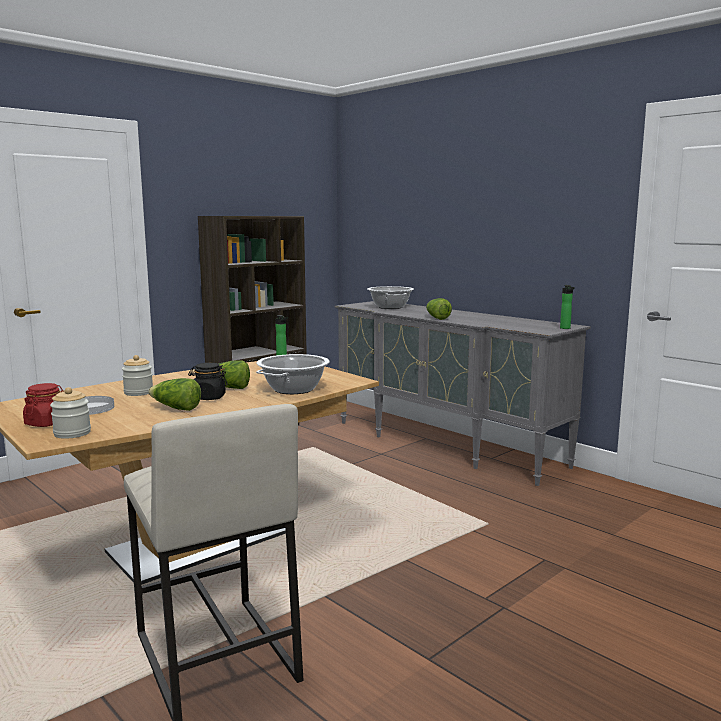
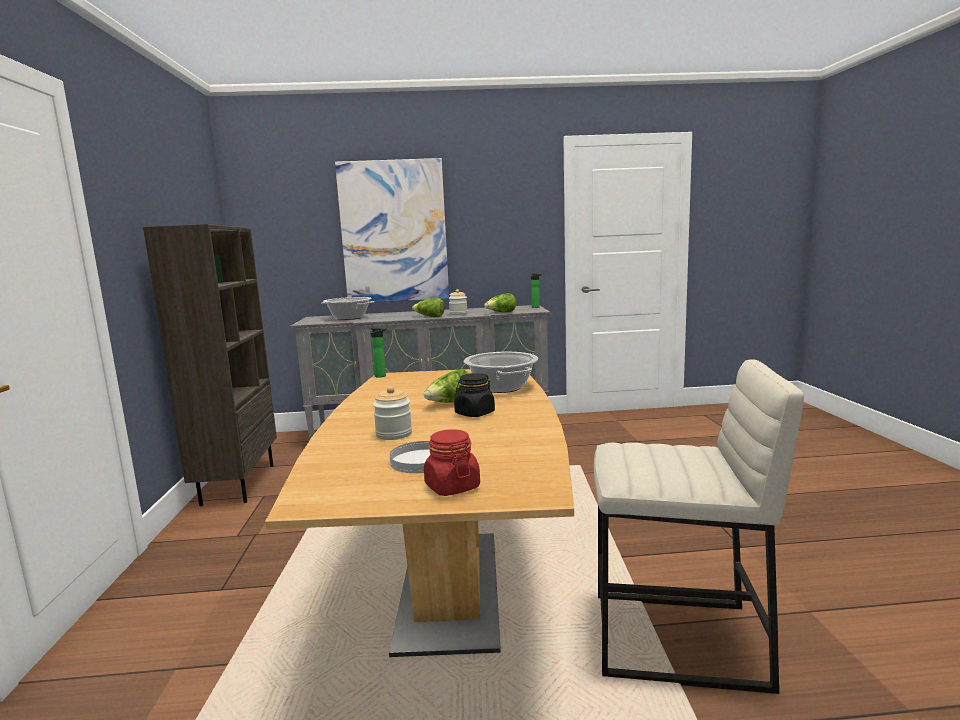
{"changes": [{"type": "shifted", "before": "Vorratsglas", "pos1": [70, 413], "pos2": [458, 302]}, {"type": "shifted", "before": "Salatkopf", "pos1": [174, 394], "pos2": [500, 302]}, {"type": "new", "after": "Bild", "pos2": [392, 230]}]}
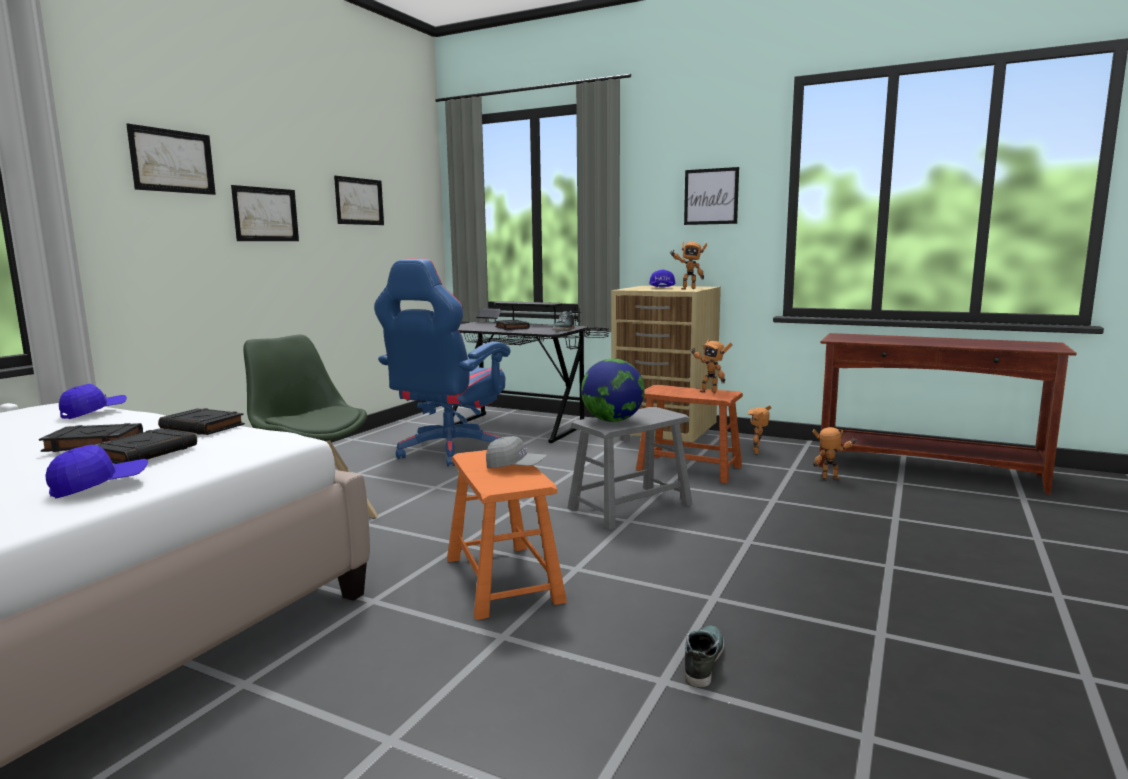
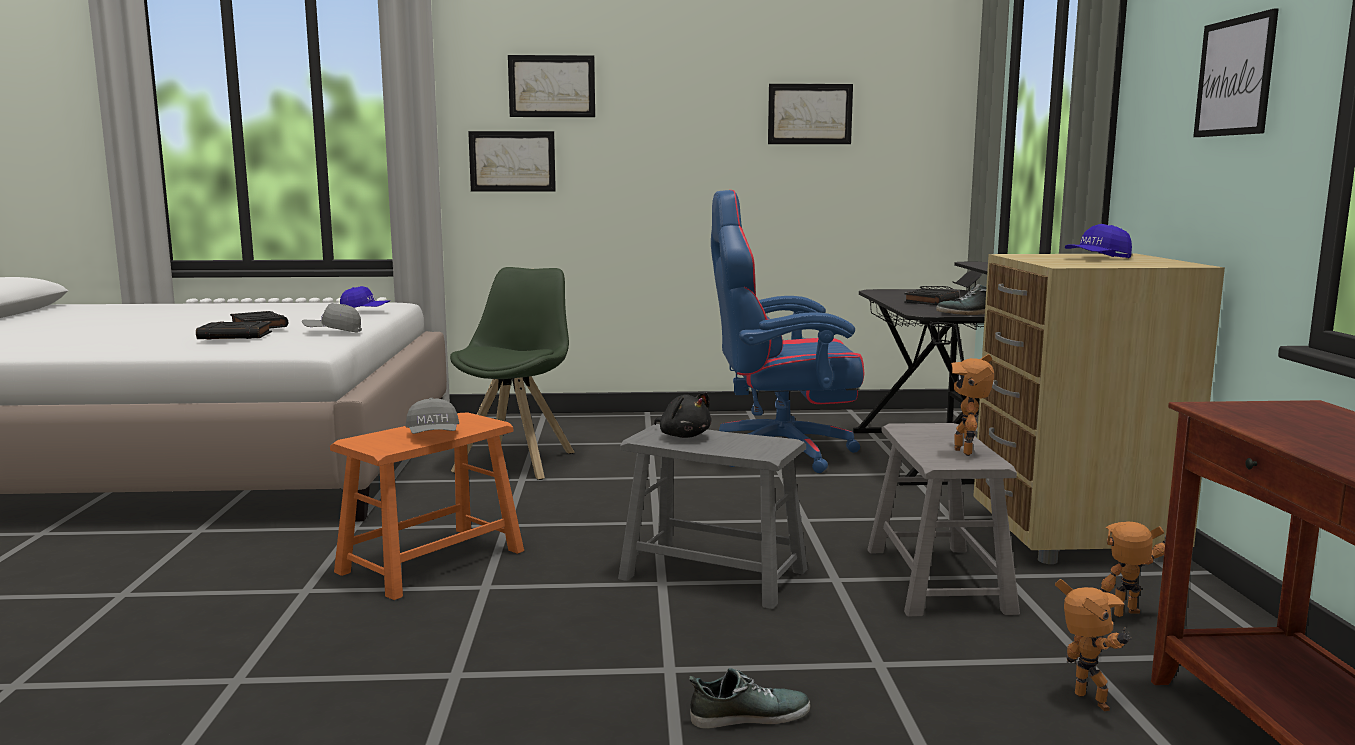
{"changes": [{"type": "gone", "before": "Kappe [blau]", "pos1": [96, 471]}, {"type": "swapped", "before": "Buch [schwarz]", "after": "Kappe [grau]", "pos1": [201, 421], "pos2": [332, 318]}, {"type": "shifted", "before": "Bild", "pos1": [265, 213], "pos2": [512, 161]}, {"type": "swapped", "before": "Globus", "after": "Plüschtier [schwarz]", "pos1": [613, 390], "pos2": [682, 415]}, {"type": "repainted", "before": "Hocker [braun]", "after": "Hocker [grau]", "pos1": [689, 434], "pos2": [943, 520]}, {"type": "gone", "before": "Spielzeugroboter", "pos1": [688, 265]}, {"type": "shifted", "before": "Schuh", "pos1": [704, 656], "pos2": [750, 698]}]}
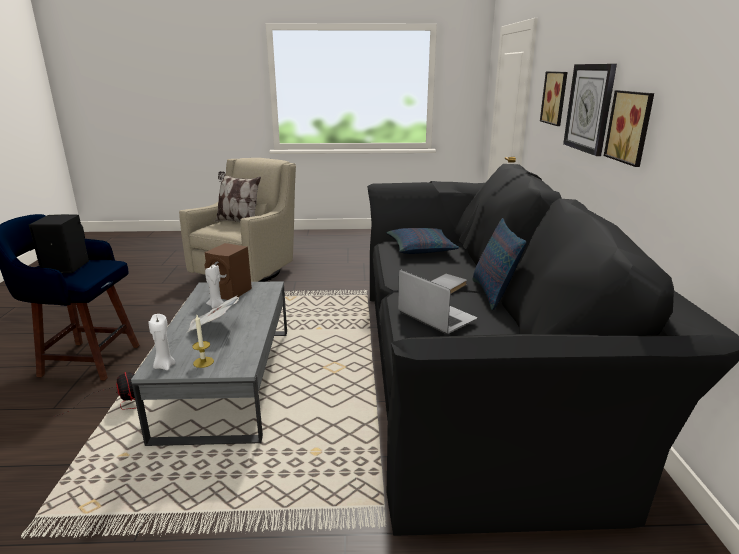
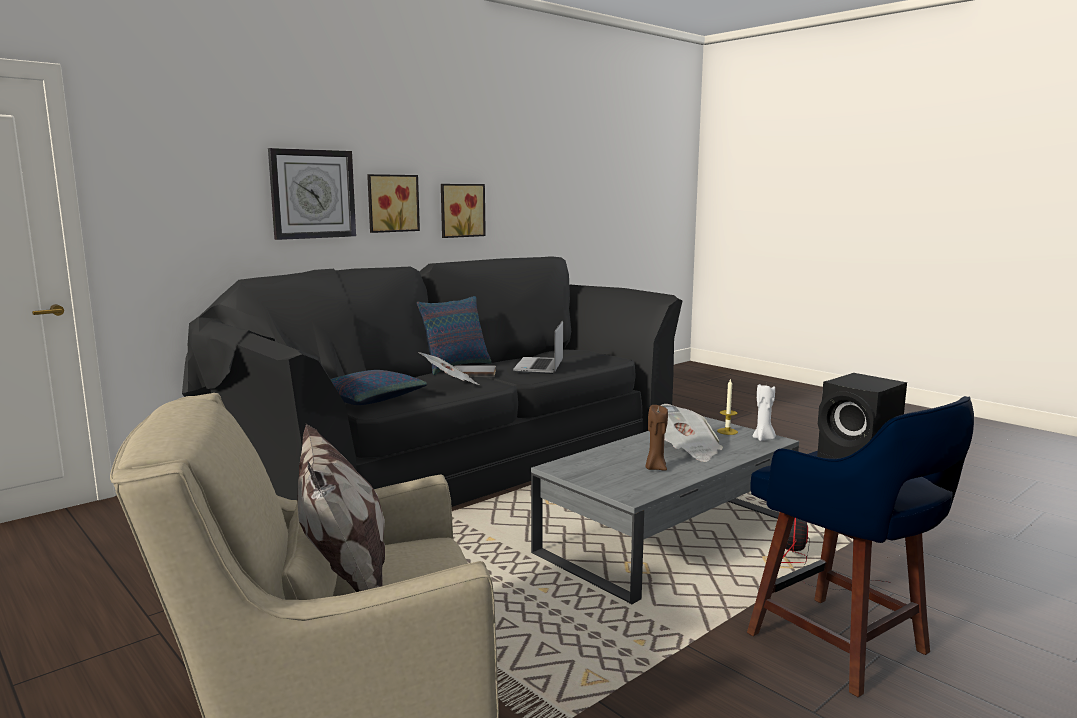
{"changes": [{"type": "gone", "before": "Lautsprecher [braun]", "pos1": [228, 271]}, {"type": "repainted", "before": "Kerze [weiß]", "after": "Kerze [braun]", "pos1": [214, 287], "pos2": [656, 437]}, {"type": "shifted", "before": "Bild", "pos1": [554, 98], "pos2": [463, 211]}, {"type": "new", "after": "Zeitung", "pos2": [449, 368]}]}
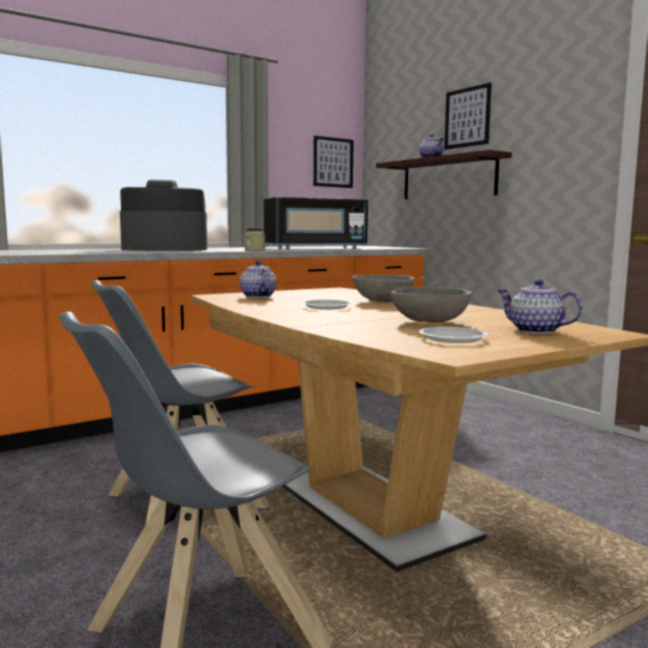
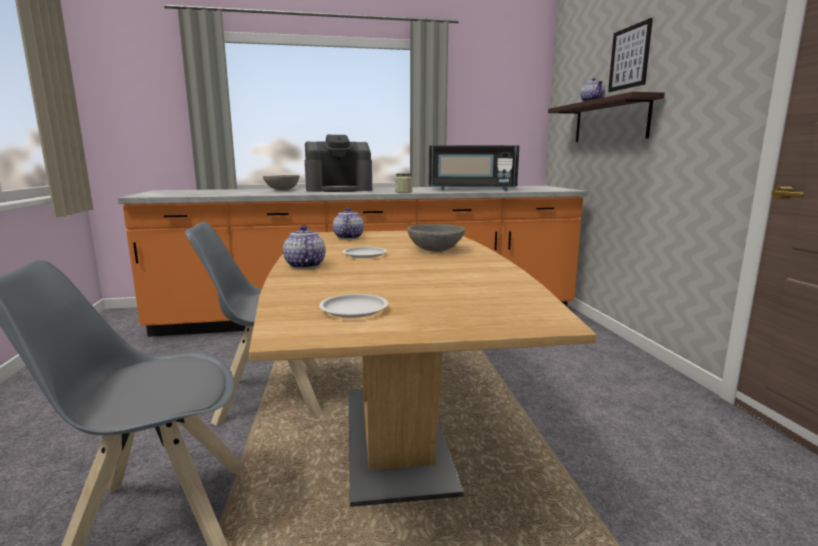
{"changes": [{"type": "rotated", "before": "Kaffeemaschine", "pos1": [163, 215], "pos2": [338, 163], "turn": 150}, {"type": "gone", "before": "Bild", "pos1": [333, 162]}, {"type": "shifted", "before": "Schüssel [grau]", "pos1": [431, 304], "pos2": [281, 182]}, {"type": "shifted", "before": "Teekanne", "pos1": [540, 306], "pos2": [304, 247]}]}
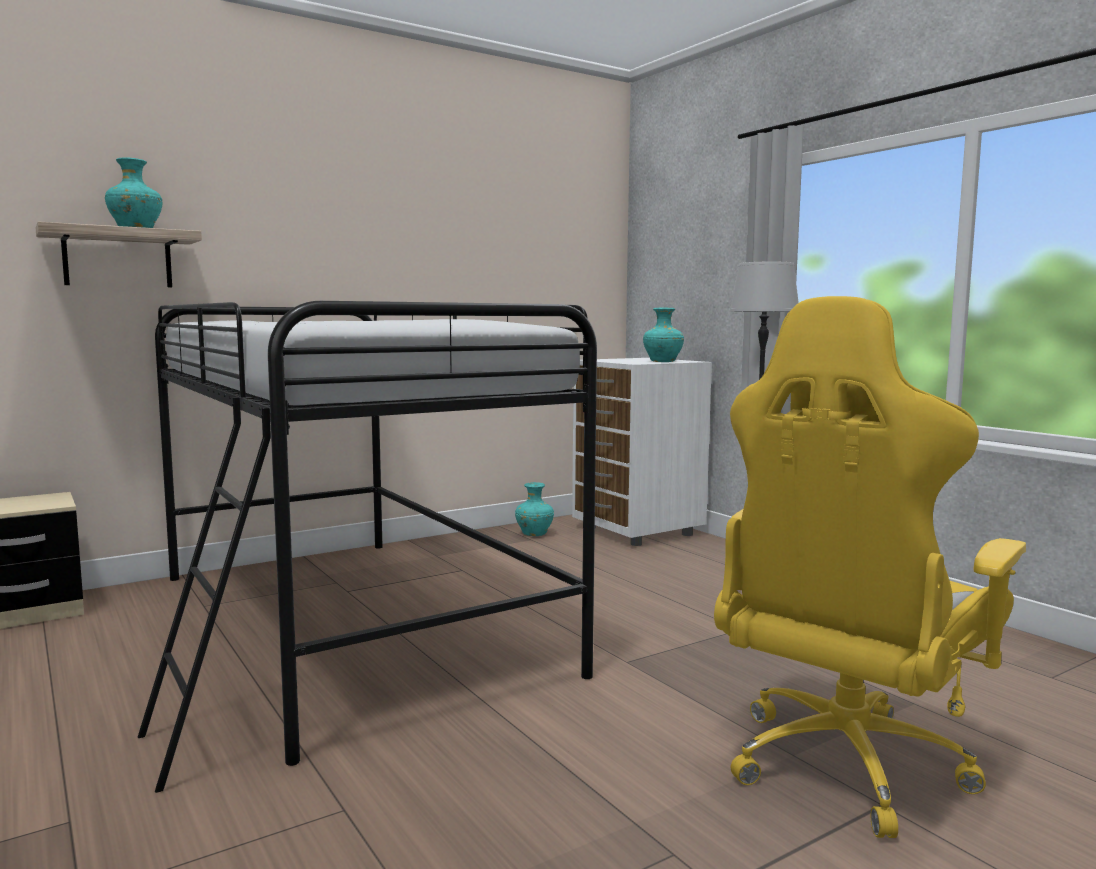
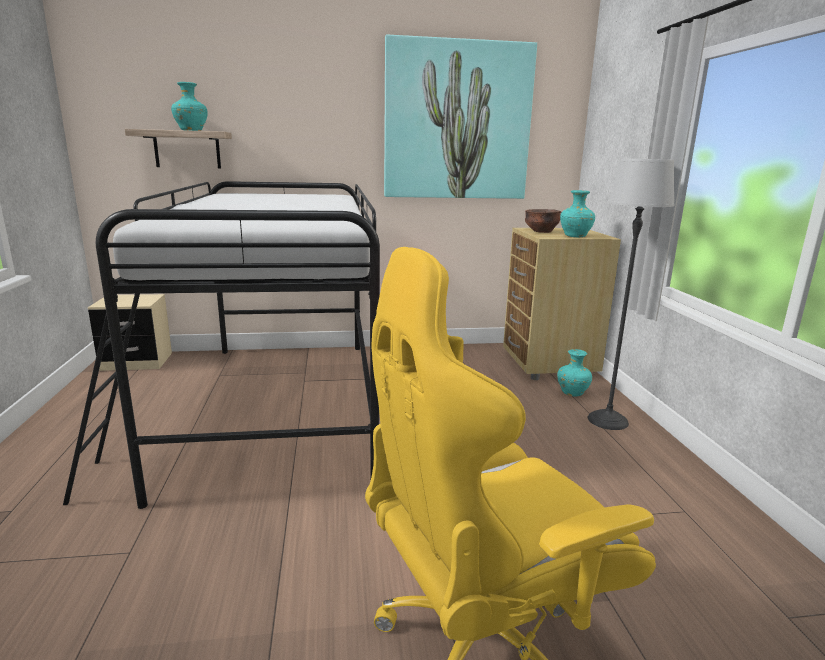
{"changes": [{"type": "shifted", "before": "Vase [türkis]", "pos1": [534, 509], "pos2": [574, 372]}, {"type": "repainted", "before": "Kommode [weiß]", "after": "Kommode [braun]", "pos1": [642, 452], "pos2": [562, 304]}, {"type": "new", "after": "Bild", "pos2": [460, 117]}, {"type": "new", "after": "Schüssel [braun]", "pos2": [543, 221]}]}
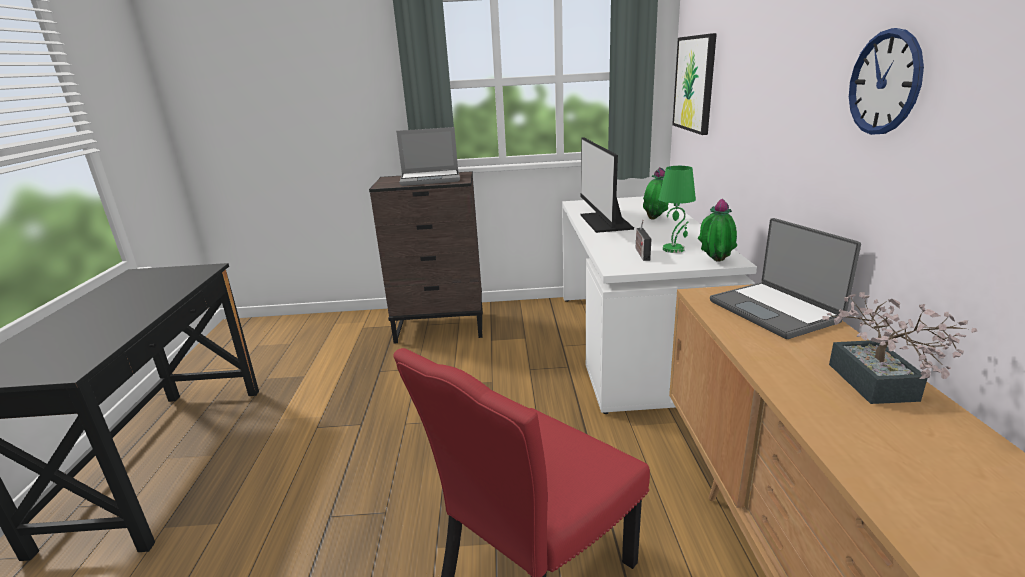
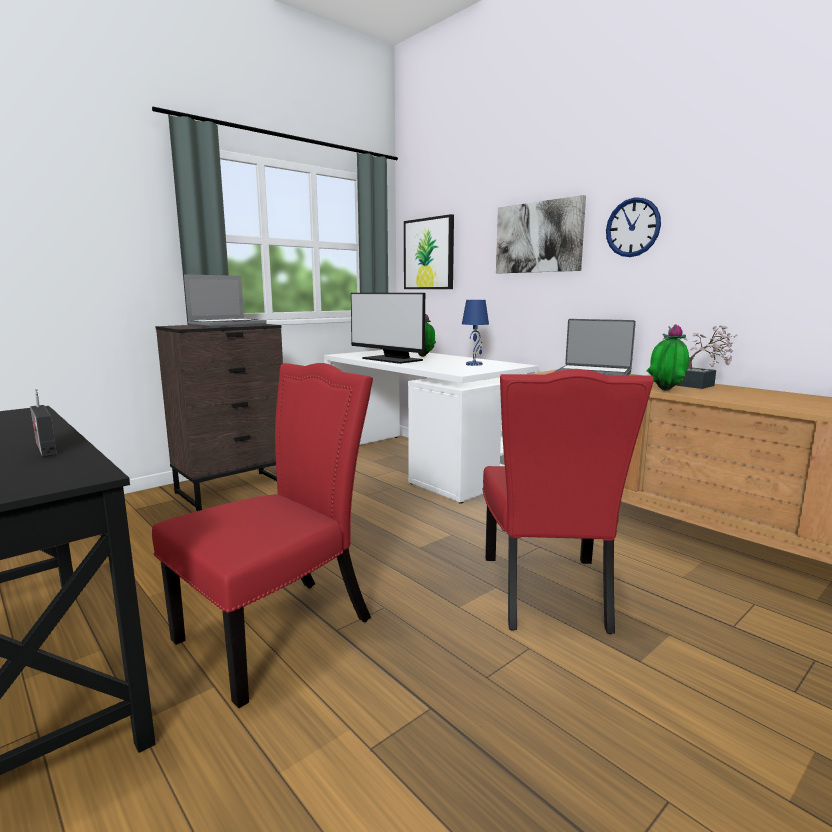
{"changes": [{"type": "shifted", "before": "Radio", "pos1": [643, 240], "pos2": [43, 422]}, {"type": "repainted", "before": "Tischlampe [grün]", "after": "Tischlampe [blau]", "pos1": [677, 209], "pos2": [475, 333]}, {"type": "shifted", "before": "Topfpflanze", "pos1": [717, 230], "pos2": [668, 357]}, {"type": "new", "after": "Stuhl [rot]", "pos2": [262, 535]}, {"type": "new", "after": "Bild", "pos2": [541, 234]}]}
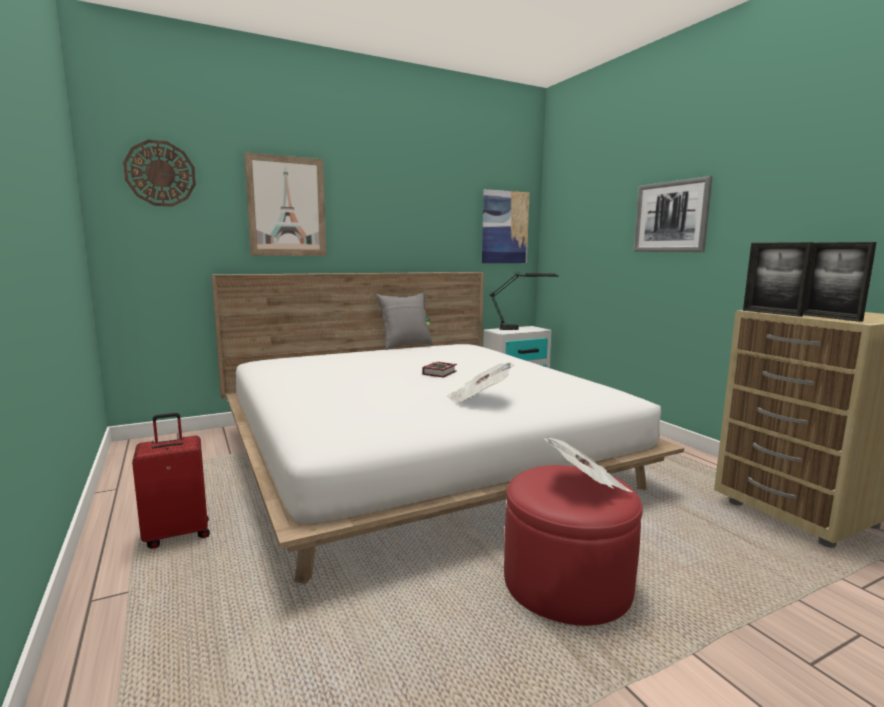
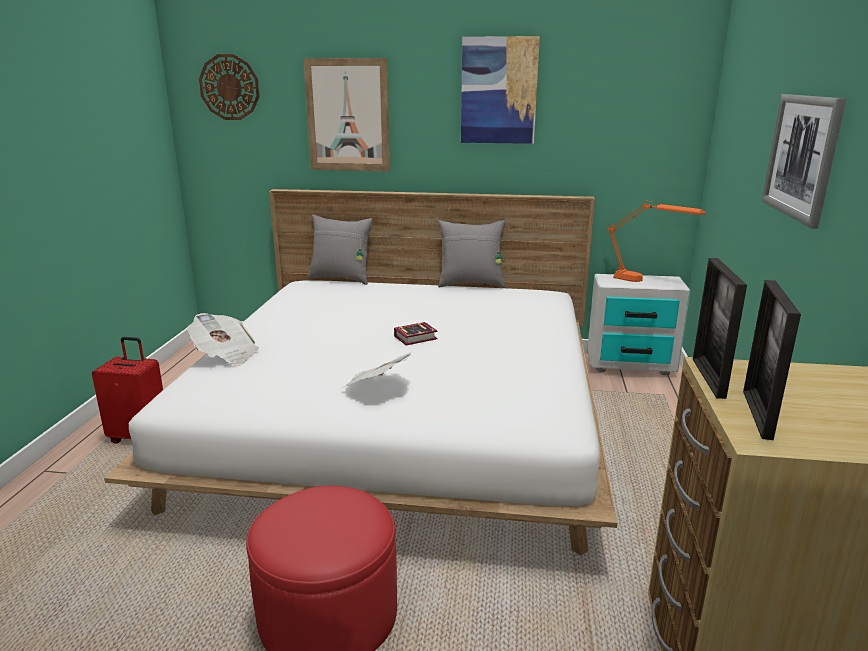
{"changes": [{"type": "shifted", "before": "Bild", "pos1": [506, 226], "pos2": [500, 90]}, {"type": "repainted", "before": "Tischlampe [schwarz]", "after": "Tischlampe [orange]", "pos1": [524, 301], "pos2": [656, 241]}, {"type": "shifted", "before": "Zeitung", "pos1": [588, 465], "pos2": [223, 339]}, {"type": "new", "after": "Kissen [grau]", "pos2": [339, 250]}]}
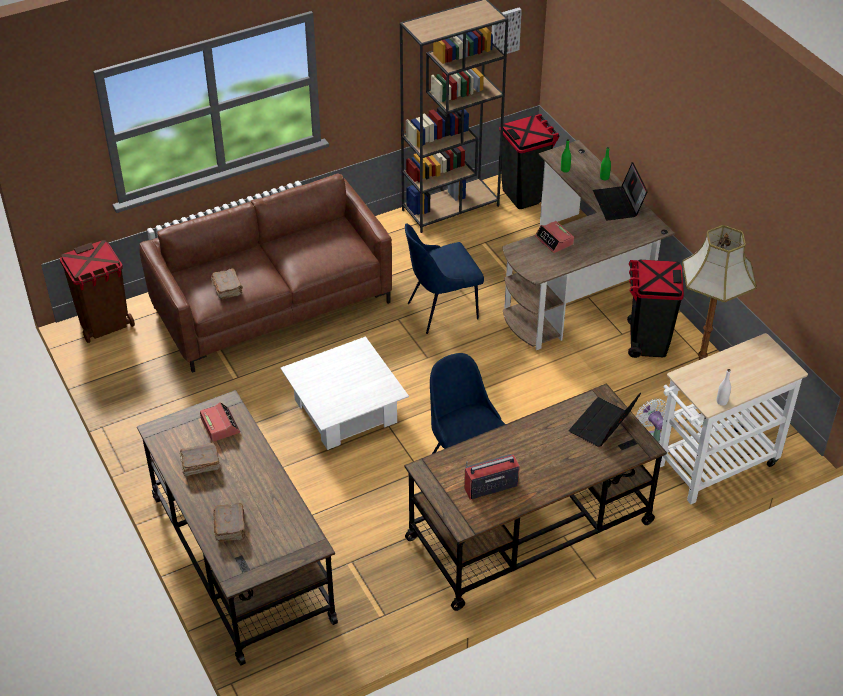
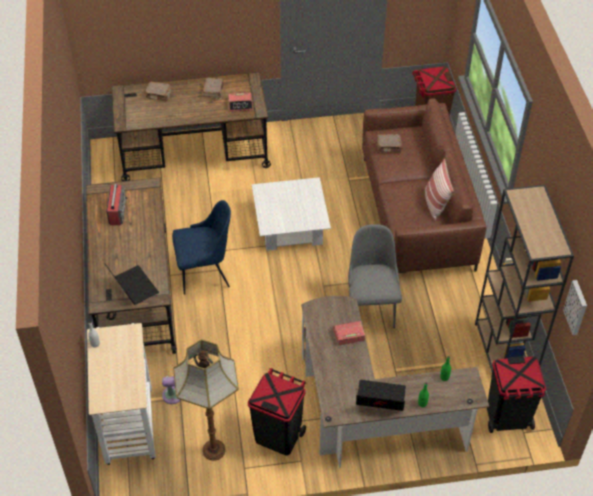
{"changes": [{"type": "repainted", "before": "Stuhl [blau]", "after": "Stuhl [grau]", "pos1": [444, 279], "pos2": [375, 276]}, {"type": "new", "after": "Kissen", "pos2": [439, 189]}]}
